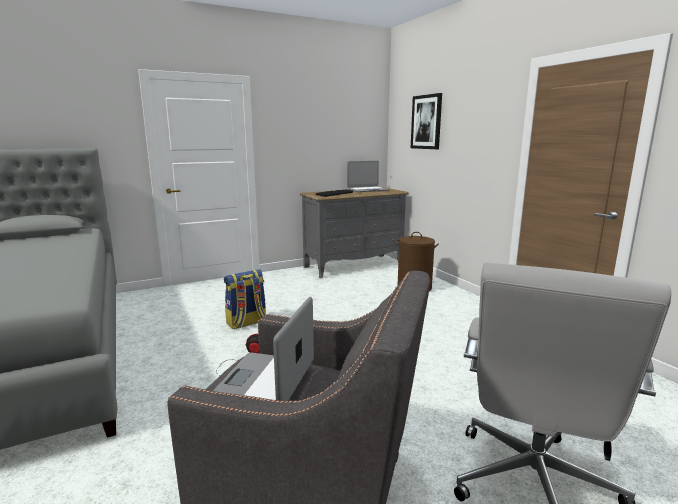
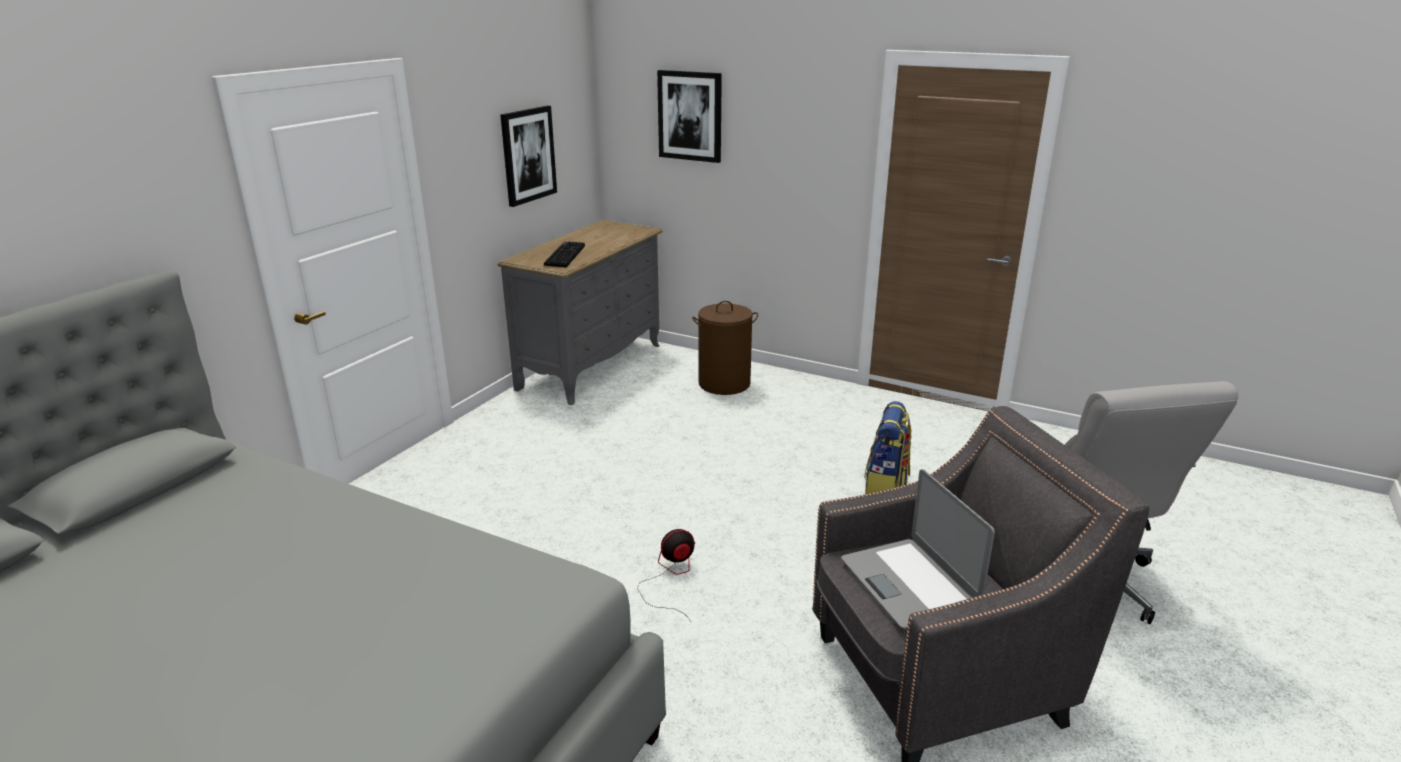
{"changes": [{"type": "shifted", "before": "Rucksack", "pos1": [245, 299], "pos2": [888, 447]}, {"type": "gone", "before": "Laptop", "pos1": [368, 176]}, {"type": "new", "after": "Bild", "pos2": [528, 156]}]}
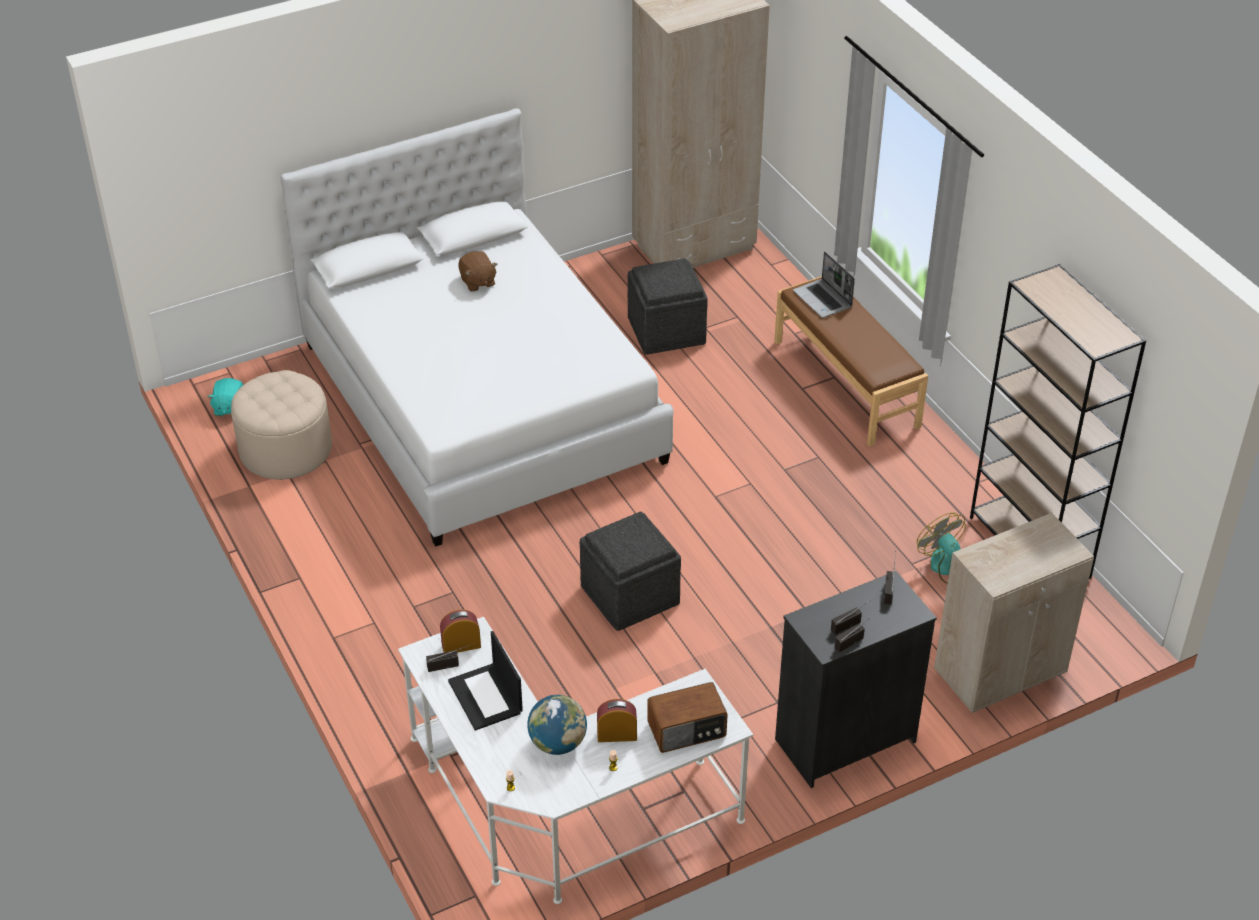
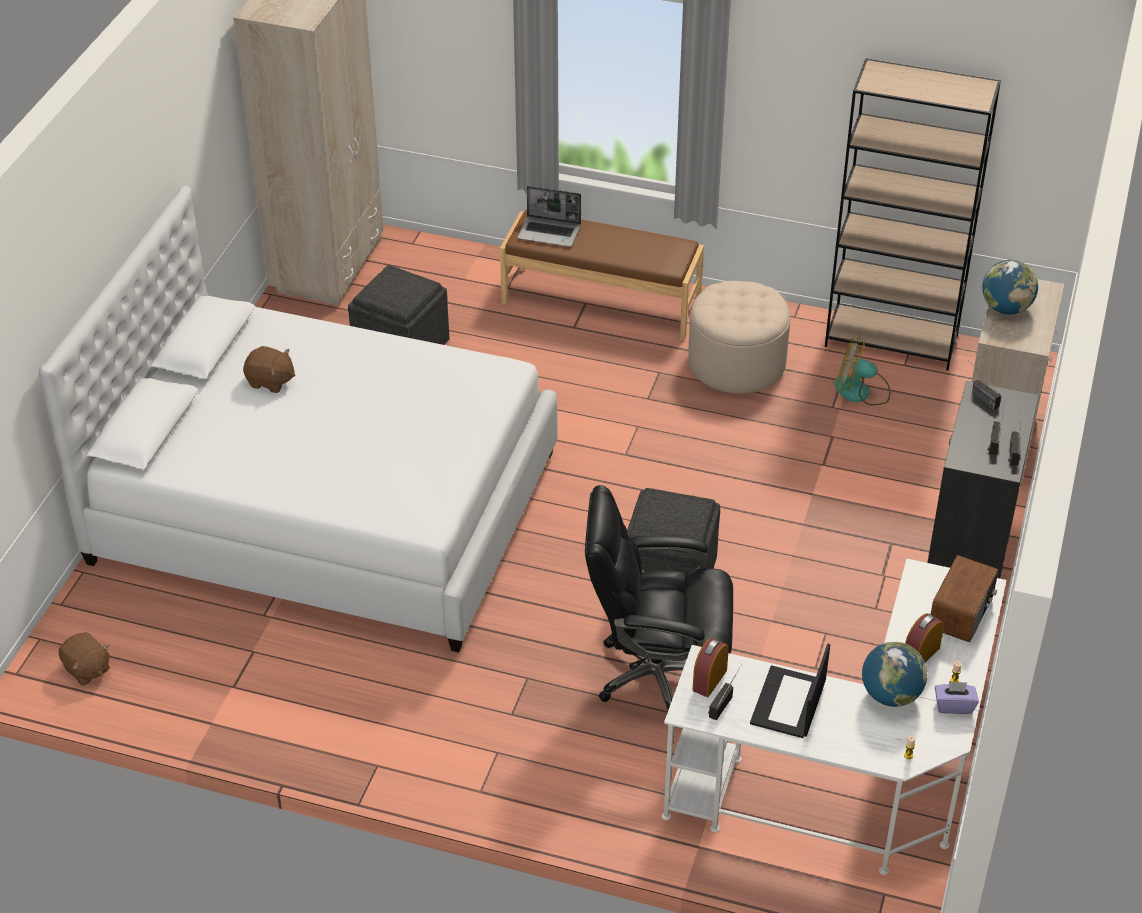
{"changes": [{"type": "repainted", "before": "Plüschtier [türkis]", "after": "Plüschtier [braun]", "pos1": [225, 397], "pos2": [84, 659]}, {"type": "shifted", "before": "Polsterhocker [beige]", "pos1": [281, 425], "pos2": [739, 337]}, {"type": "rotated", "before": "Laptop", "pos1": [485, 681], "pos2": [790, 690], "turn": 90}, {"type": "new", "after": "Bürostuhl [schwarz]", "pos2": [659, 598]}, {"type": "new", "after": "Taschentuchbox [lila]", "pos2": [957, 697]}, {"type": "new", "after": "Globus", "pos2": [1010, 287]}]}
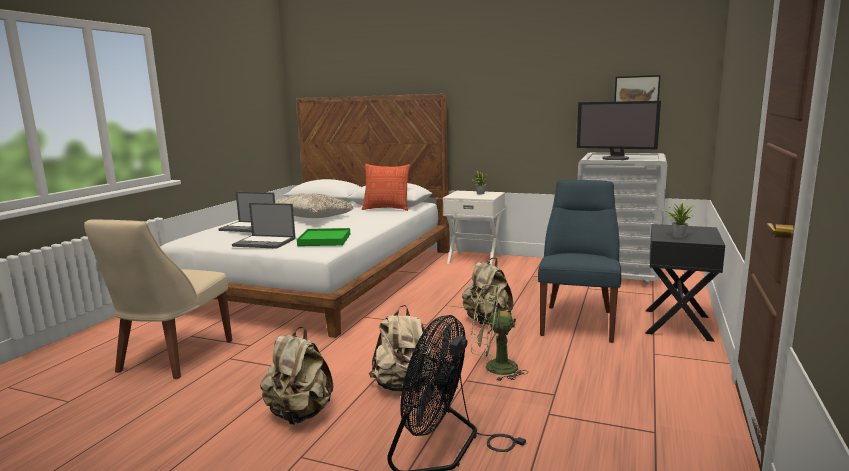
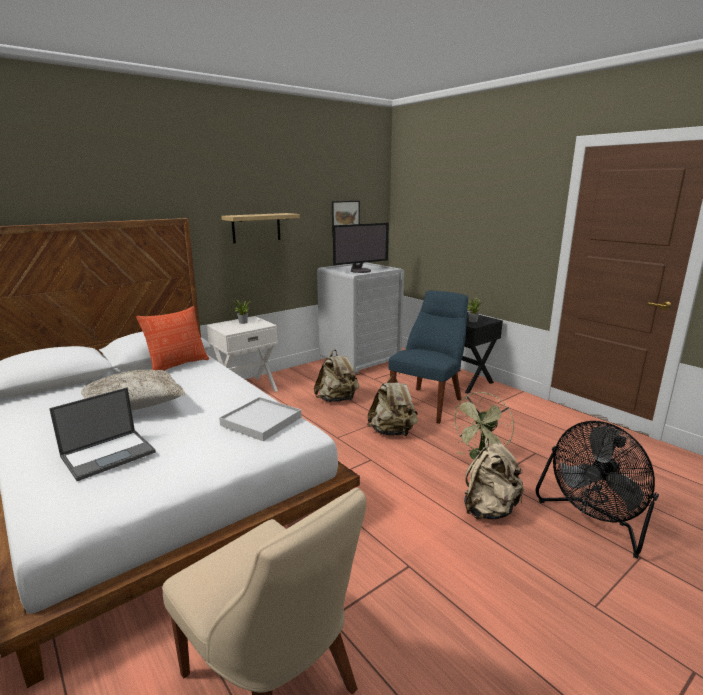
{"changes": [{"type": "gone", "before": "Laptop", "pos1": [264, 226]}, {"type": "shifted", "before": "Rucksack [beige]", "pos1": [296, 376], "pos2": [336, 376]}, {"type": "repainted", "before": "Tablett [grün]", "after": "Tablett [weiß]", "pos1": [323, 237], "pos2": [260, 419]}, {"type": "rotated", "before": "Stuhl [blau]", "pos1": [579, 261], "pos2": [428, 357], "turn": 75}, {"type": "new", "after": "Wandregal", "pos2": [260, 228]}]}
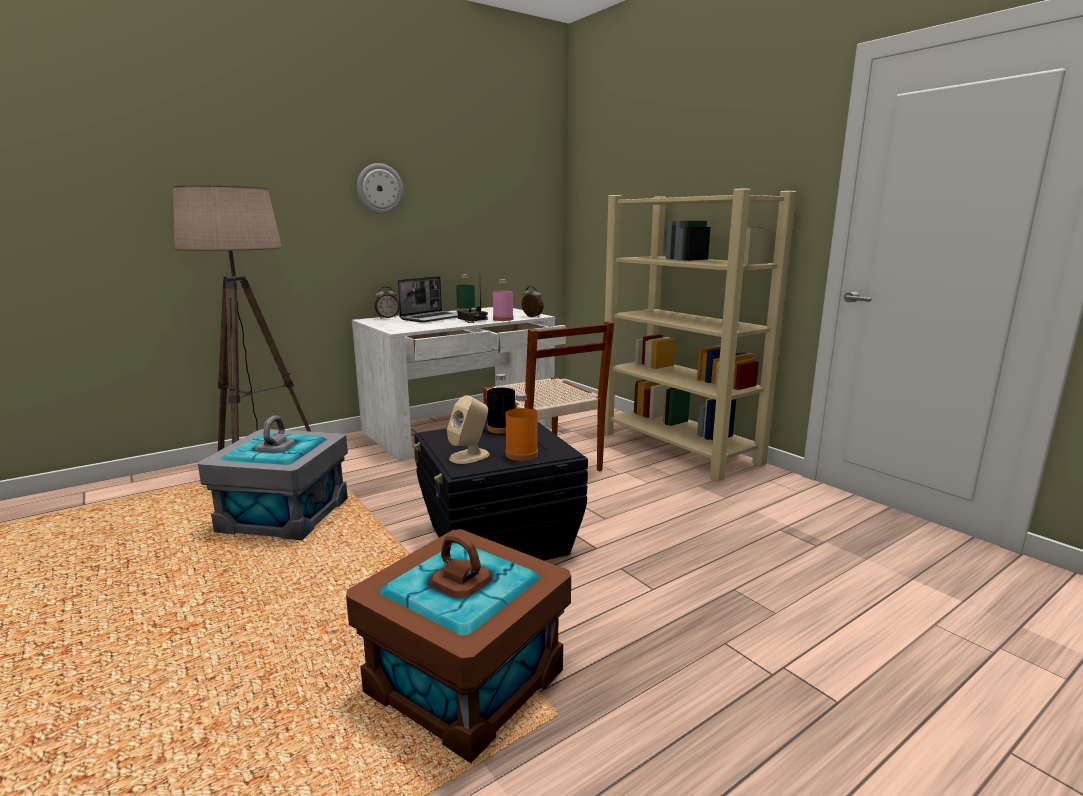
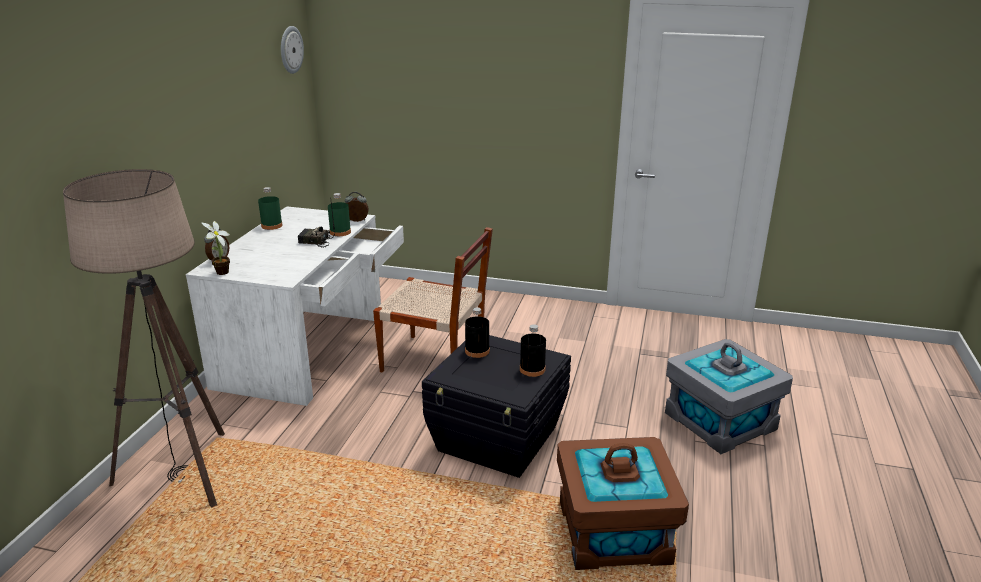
{"changes": [{"type": "shifted", "before": "Aufbewahrungsbox [grau]", "pos1": [272, 478], "pos2": [729, 396]}, {"type": "shifted", "before": "Wanduhr", "pos1": [380, 188], "pos2": [292, 50]}, {"type": "gone", "before": "Laptop", "pos1": [427, 299]}, {"type": "gone", "before": "Lautsprecher [beige]", "pos1": [468, 429]}, {"type": "repainted", "before": "Flasche [rosa]", "after": "Flasche [grün]", "pos1": [503, 300], "pos2": [339, 214]}, {"type": "repainted", "before": "Flasche [orange]", "after": "Flasche [schwarz]", "pos1": [521, 427], "pos2": [533, 350]}, {"type": "gone", "before": "Bücherregal [beige]", "pos1": [700, 335]}, {"type": "new", "after": "Topfpflanze", "pos2": [216, 248]}]}
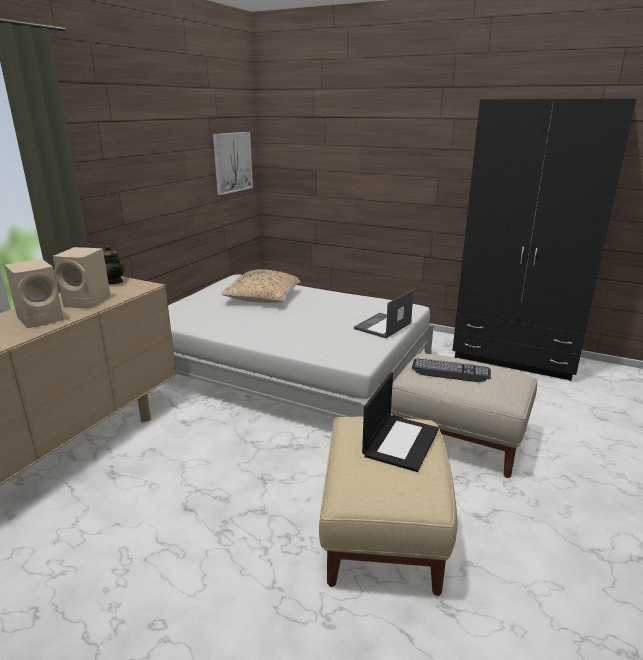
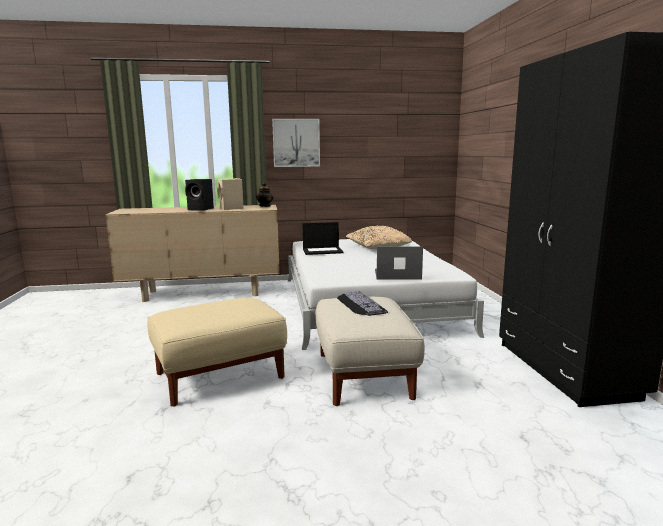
{"changes": [{"type": "repainted", "before": "Lautsprecher [beige]", "after": "Lautsprecher [schwarz]", "pos1": [34, 293], "pos2": [199, 195]}, {"type": "shifted", "before": "Bild", "pos1": [233, 163], "pos2": [296, 143]}, {"type": "shifted", "before": "Laptop", "pos1": [400, 422], "pos2": [323, 238]}]}
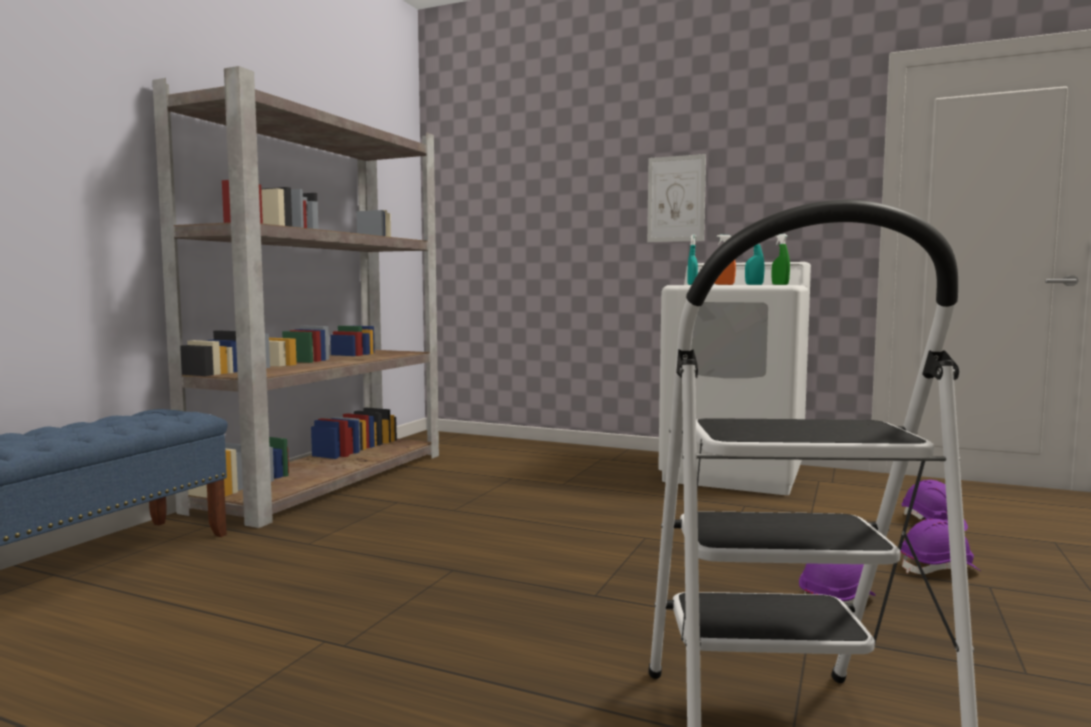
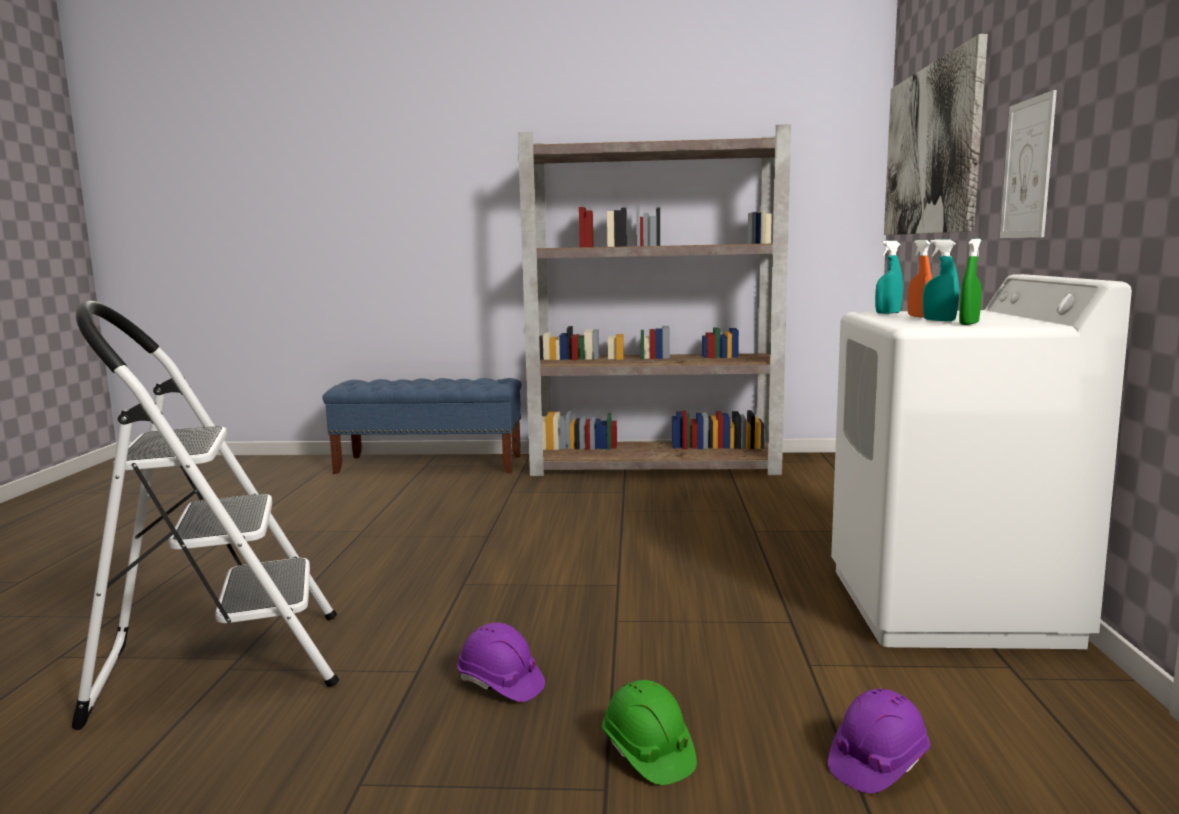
{"changes": [{"type": "repainted", "before": "Schutzhelm [lila]", "after": "Schutzhelm [grün]", "pos1": [940, 546], "pos2": [649, 732]}, {"type": "new", "after": "Bild", "pos2": [936, 134]}]}
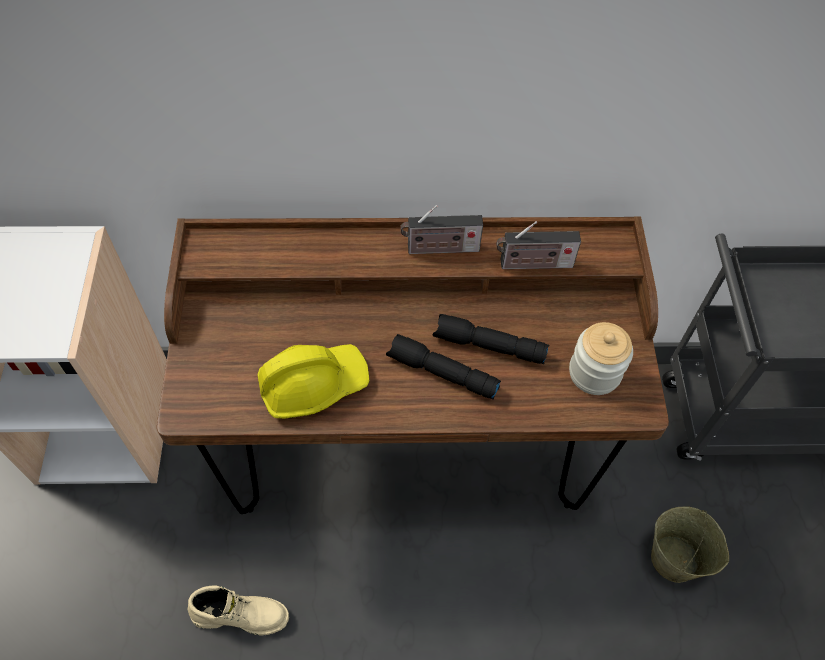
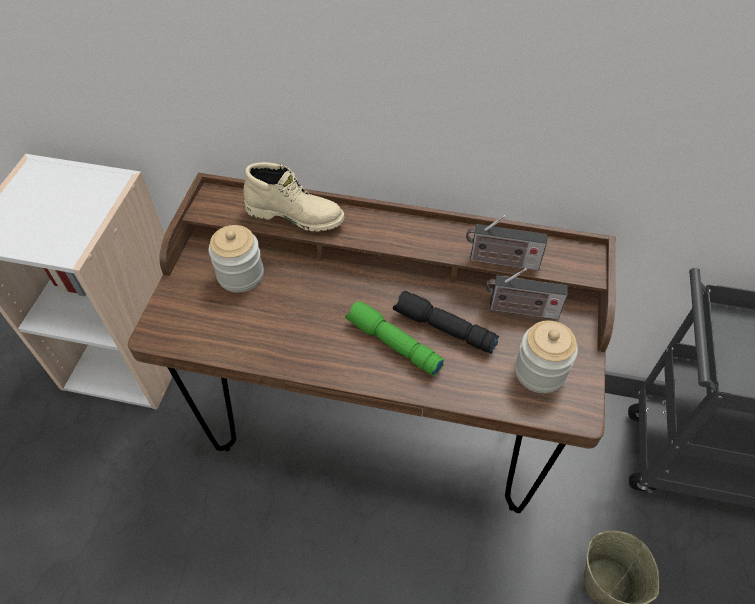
{"changes": [{"type": "shifted", "before": "Stiefel [beige]", "pos1": [238, 610], "pos2": [294, 196]}, {"type": "gone", "before": "Schutzhelm [gelb]", "pos1": [313, 381]}, {"type": "repainted", "before": "Taschenlampe [schwarz]", "after": "Taschenlampe [grün]", "pos1": [443, 367], "pos2": [394, 338]}, {"type": "shifted", "before": "Radio", "pos1": [441, 229], "pos2": [527, 294]}, {"type": "new", "after": "Vorratsglas", "pos2": [236, 259]}]}
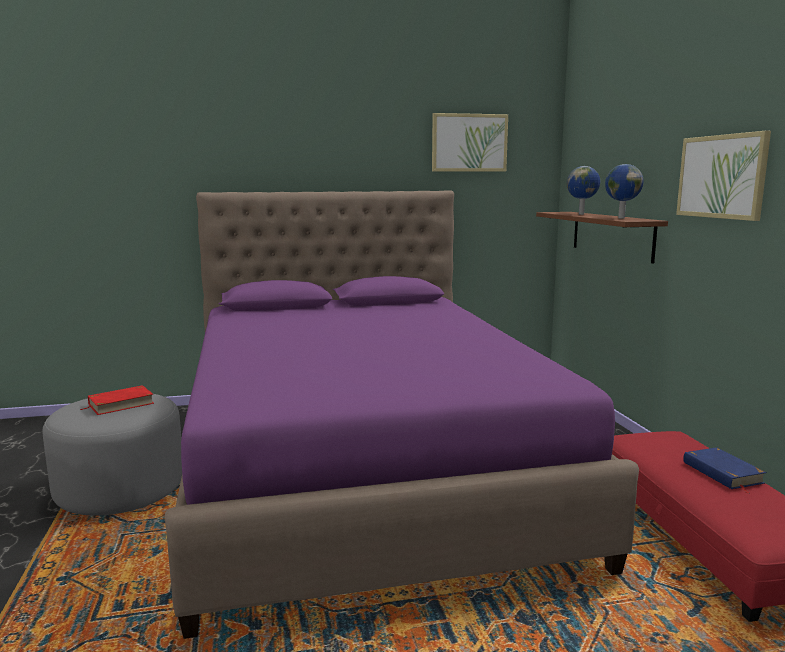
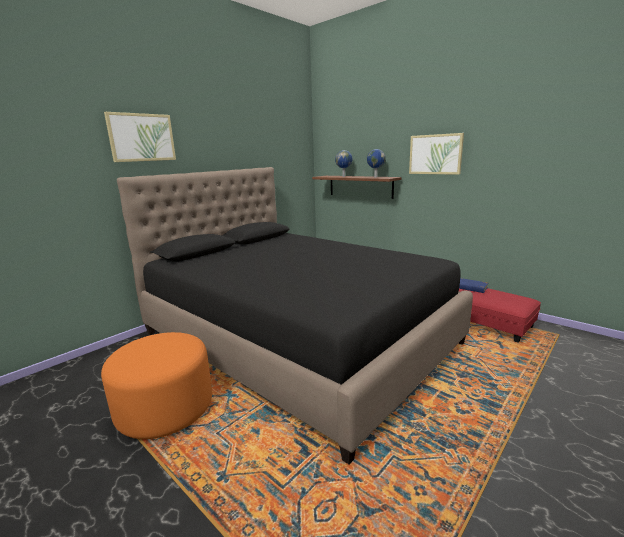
{"changes": [{"type": "repainted", "before": "Polsterhocker [grau]", "after": "Polsterhocker [orange]", "pos1": [112, 455], "pos2": [156, 385]}, {"type": "gone", "before": "Buch [rot]", "pos1": [117, 400]}, {"type": "repainted", "before": "Bett [lila]", "after": "Bett [schwarz]", "pos1": [402, 414], "pos2": [295, 315]}, {"type": "shifted", "before": "Bild", "pos1": [470, 142], "pos2": [140, 137]}]}
